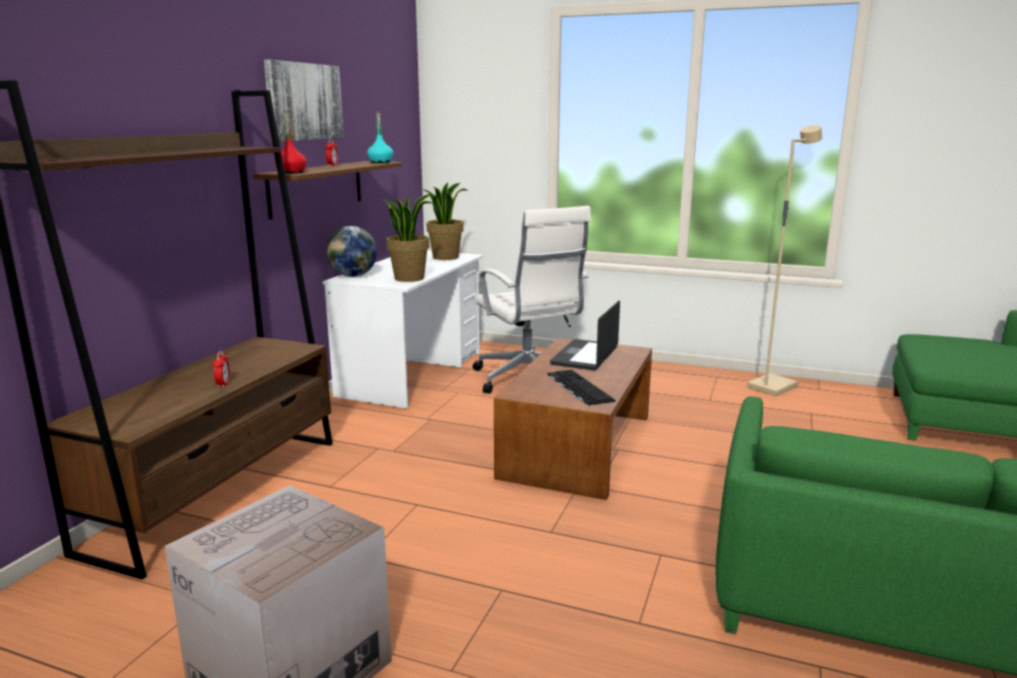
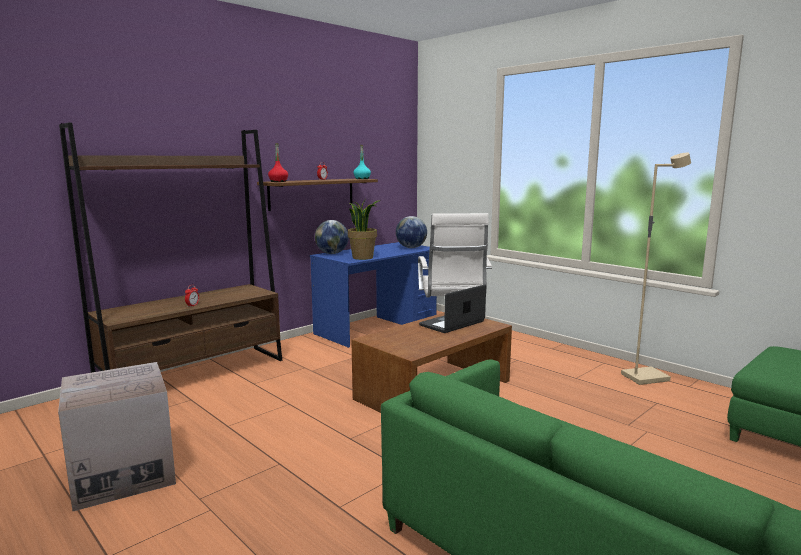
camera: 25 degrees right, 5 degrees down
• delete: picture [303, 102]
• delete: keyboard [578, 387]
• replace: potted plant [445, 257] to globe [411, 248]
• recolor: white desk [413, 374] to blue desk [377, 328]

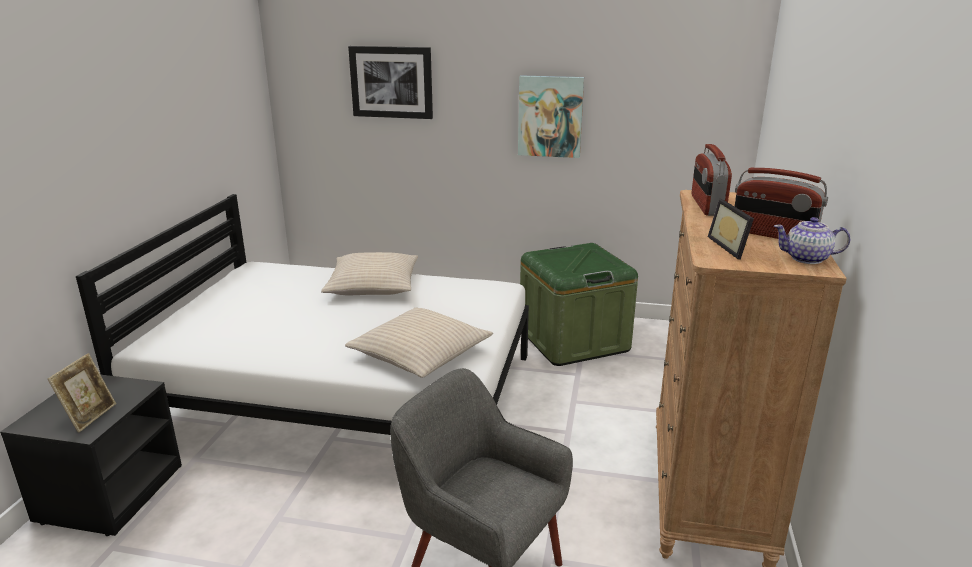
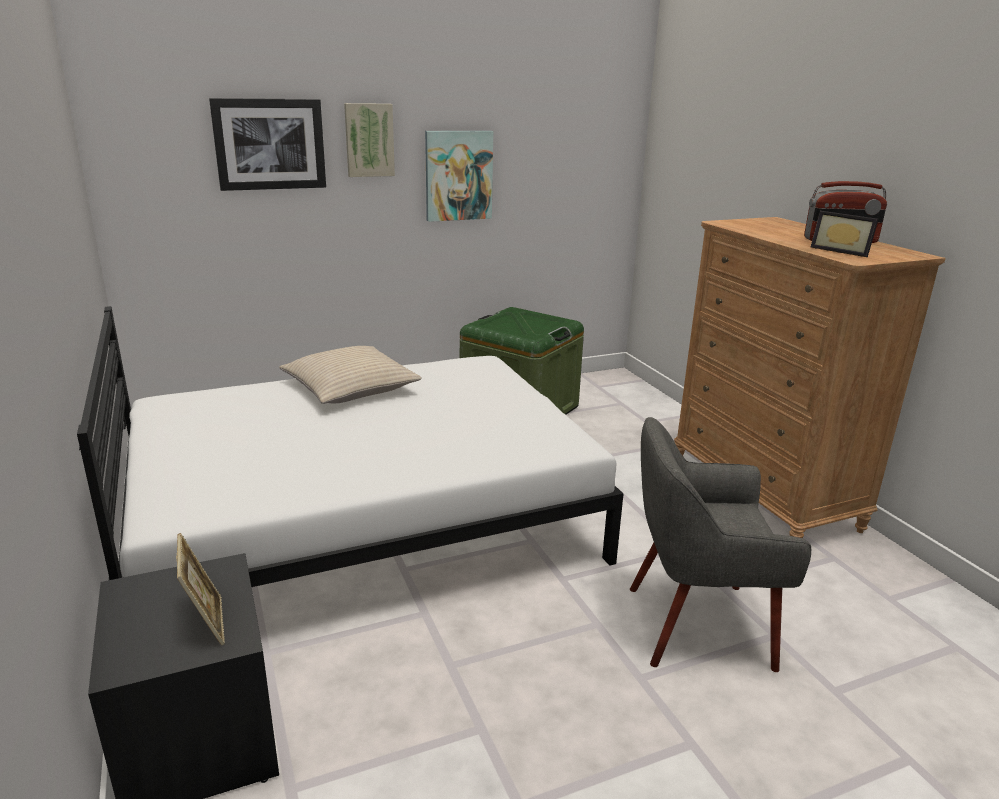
camera: 35 degrees left, 0 degrees up
• delete: beige pillow [420, 354]
• delete: radio [706, 206]
• delete: teapot [807, 259]
• insert: picture [369, 140]

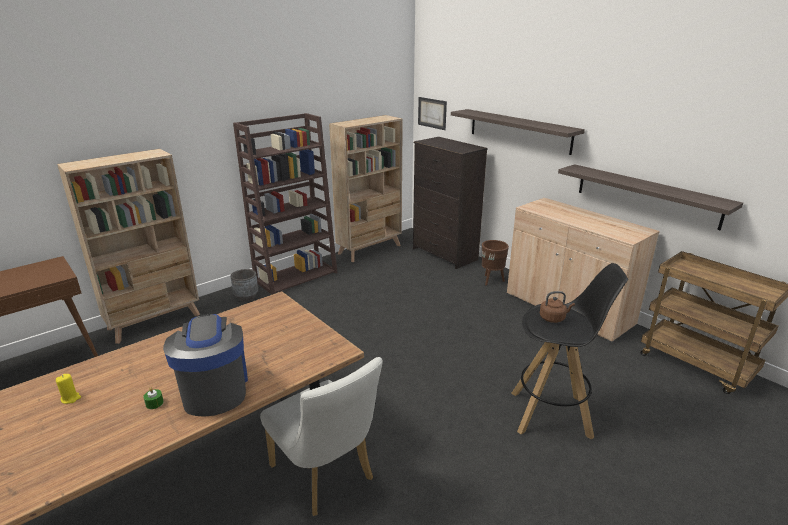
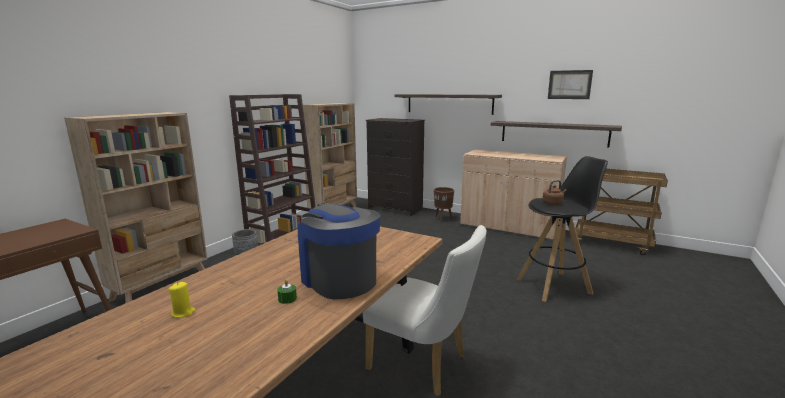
camera: 20 degrees left, 10 degrees down
• move: picture [432, 113] to [569, 84]

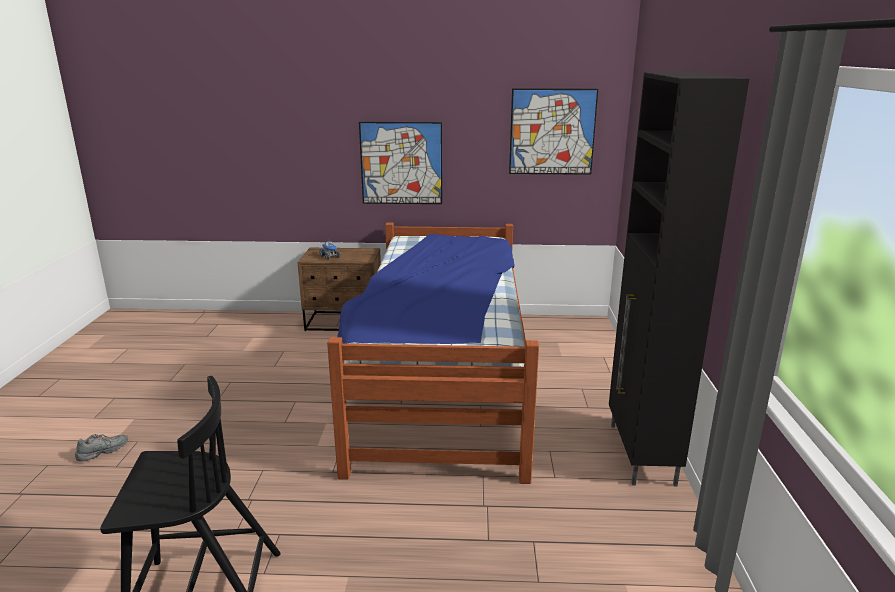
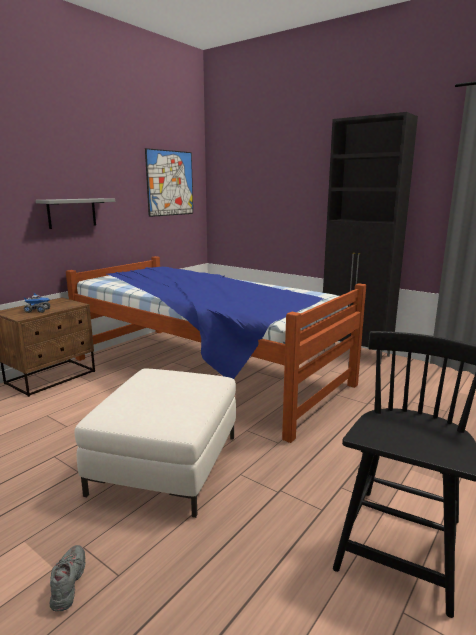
camera: 55 degrees left, 5 degrees down
• insert: white ottoman [167, 464]
• replace: picture [401, 163] to grey shelf [72, 213]

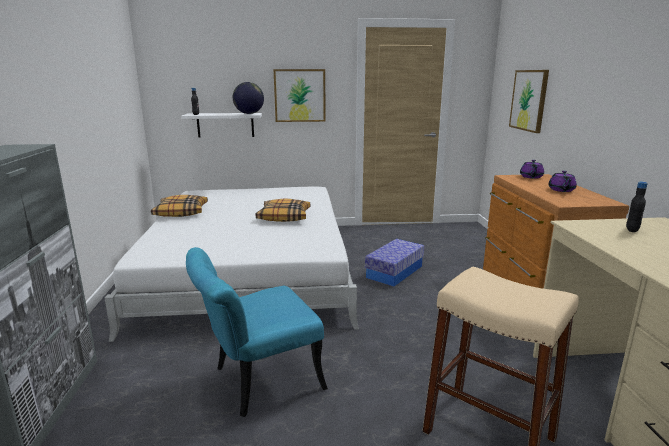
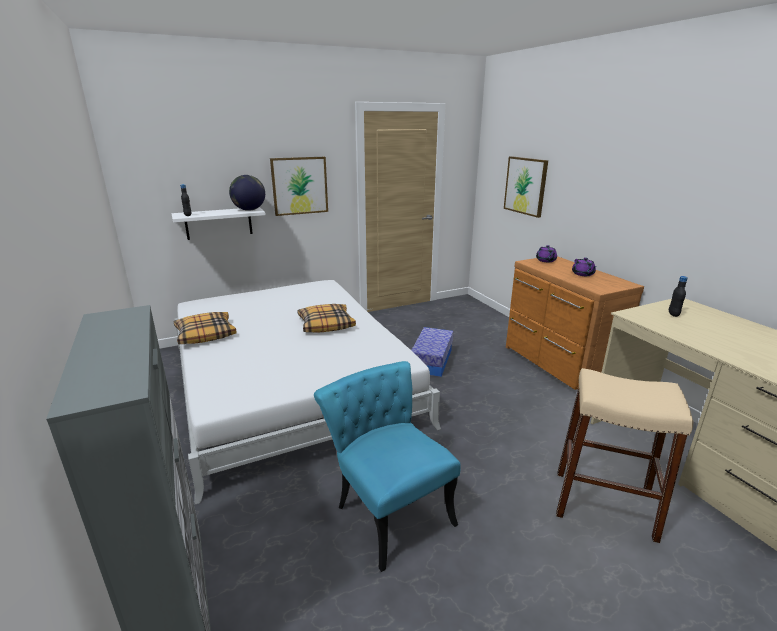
camera: 20 degrees left, 5 degrees up
• rotate: turquoise chair [257, 382] = [387, 508] 105 degrees clockwise

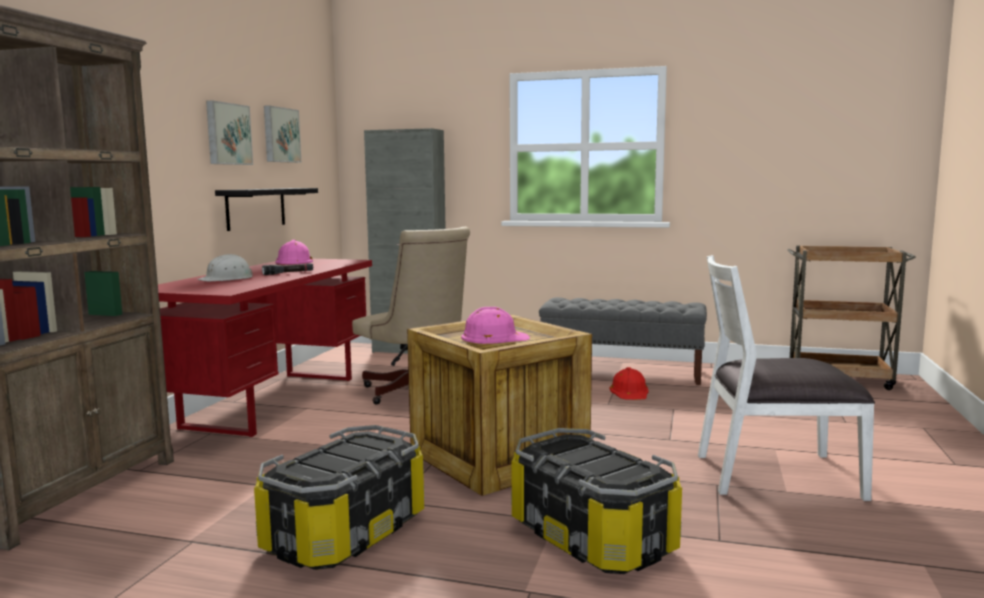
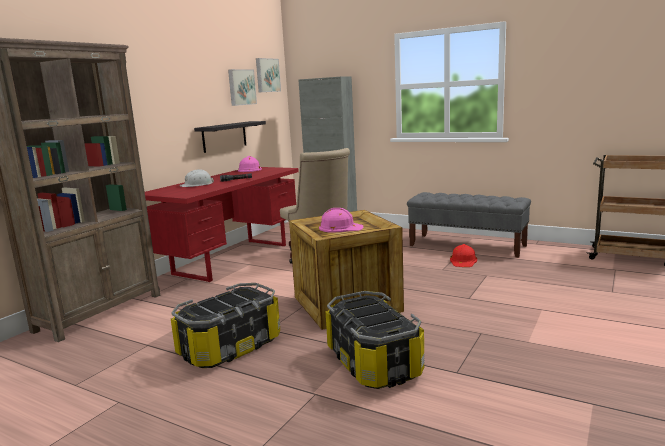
camera: 15 degrees right, 5 degrees up
• delete: white chair [775, 475]
• move: picture [227, 134] to [267, 75]

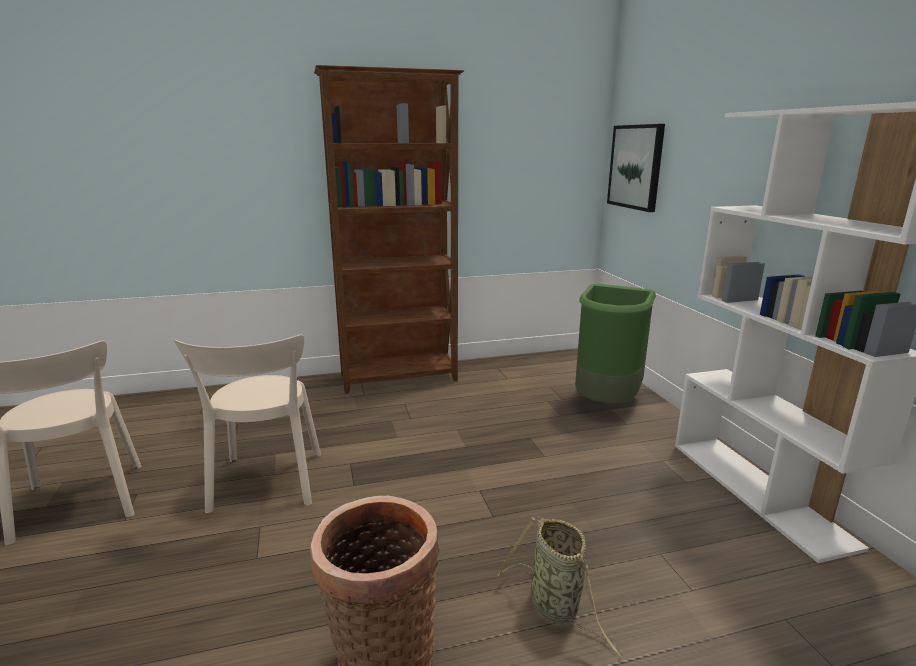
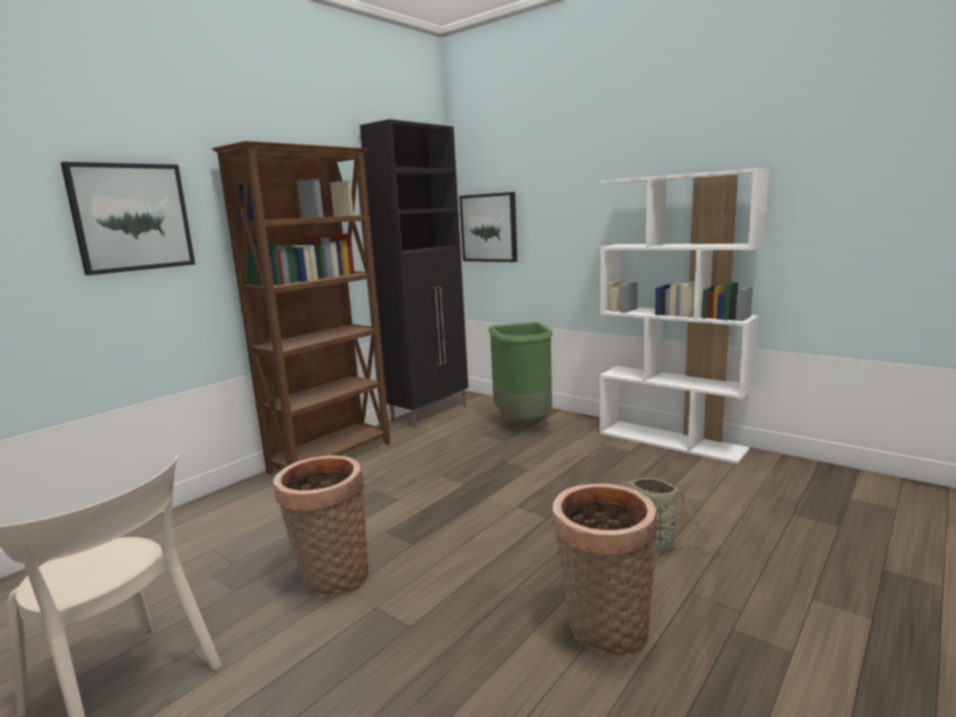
camera: 35 degrees left, 5 degrees down
• insert: picture [131, 217]
• insert: black cabinet [431, 412]
• replace: beige chair [266, 484] to basket [331, 578]

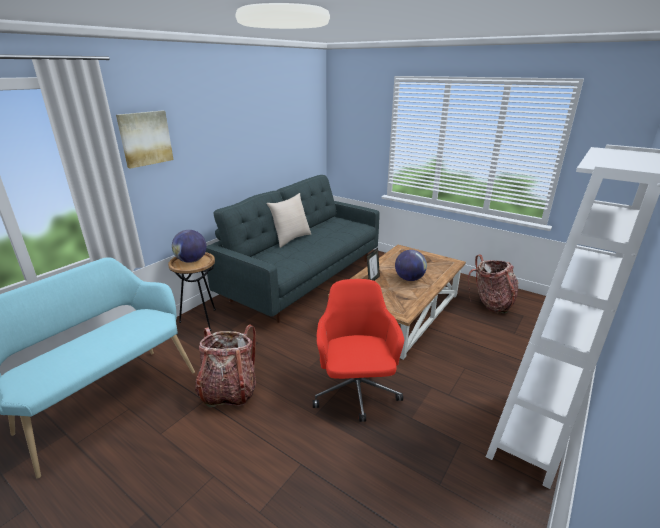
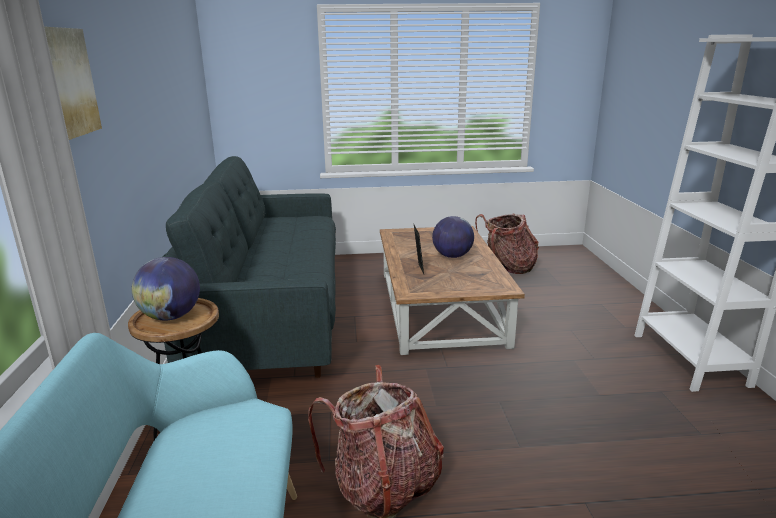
camera: 40 degrees left, 5 degrees down
• delete: beige pillow [291, 239]
• delete: red office chair [356, 392]

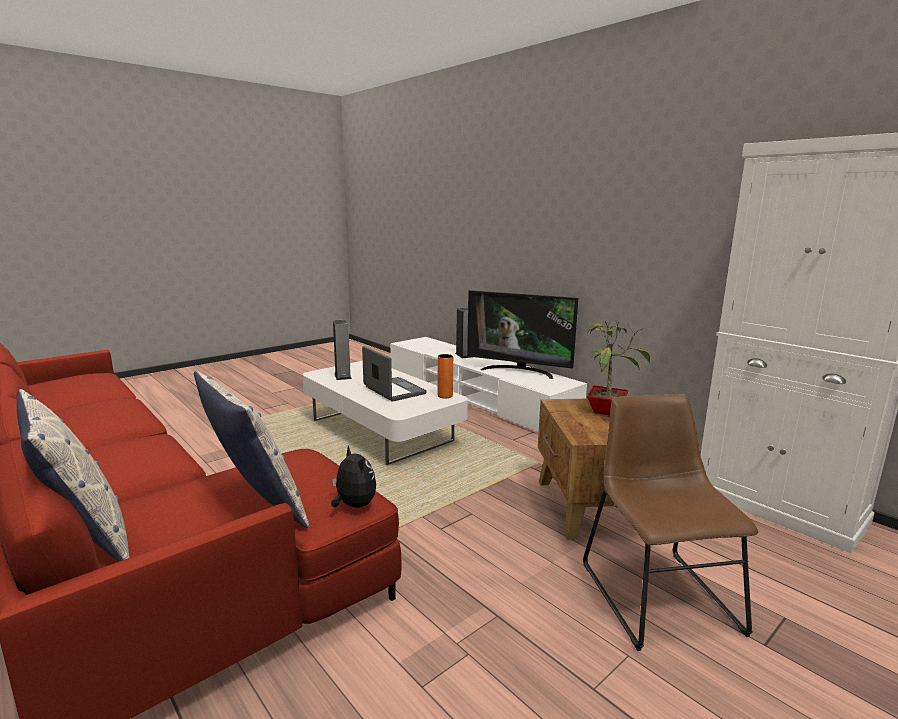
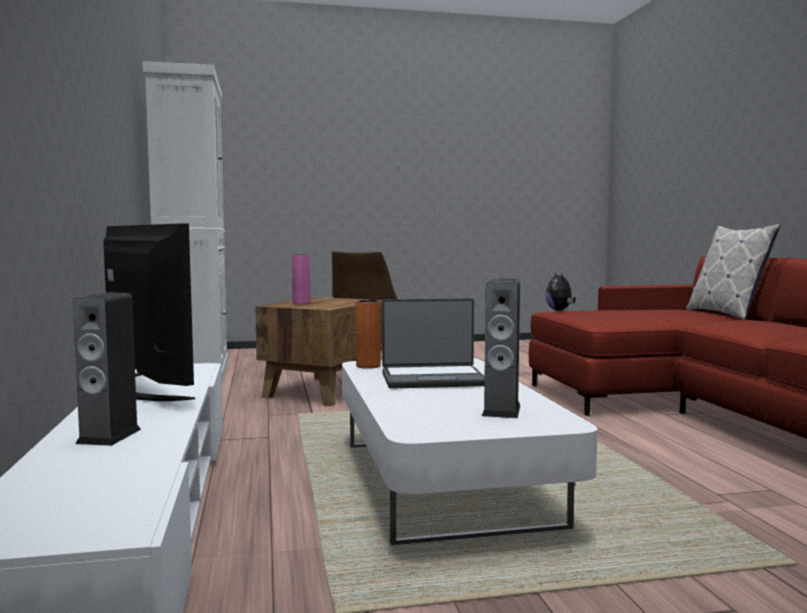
camera: 150 degrees left, 10 degrees down
• delete: pillow [256, 505]
• replace: potted plant [606, 410] to pink vase [301, 303]
• rotate: laptop [393, 390] = [433, 379] 90 degrees counterclockwise

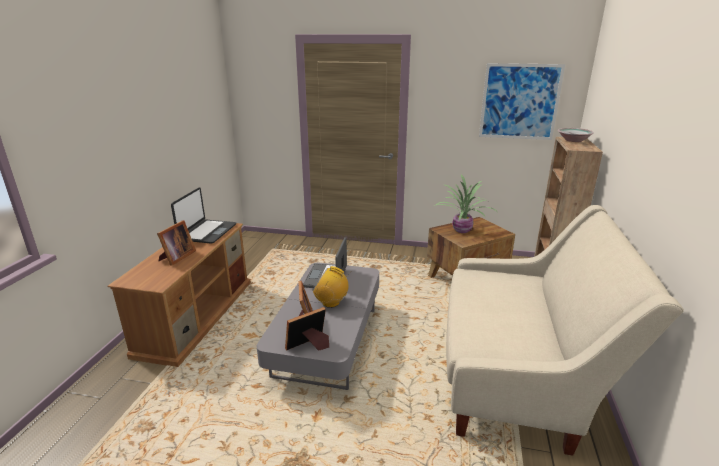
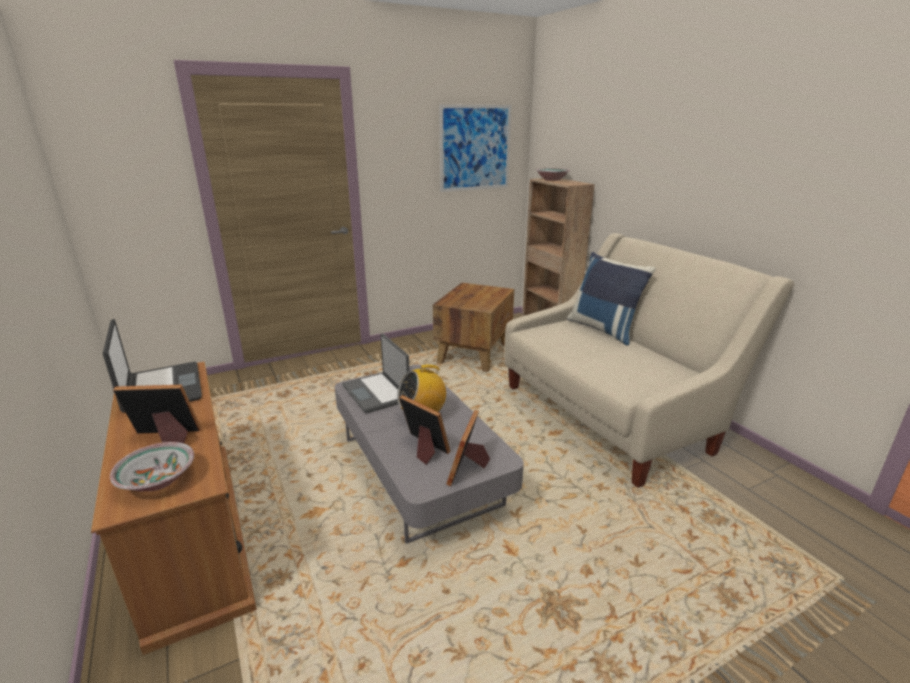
camera: 40 degrees left, 0 degrees up
• delete: potted plant [461, 231]
• insert: bowl [157, 481]
• insert: blue pillow [604, 329]
• rotate: picture frame [176, 257] = [166, 438] 75 degrees counterclockwise

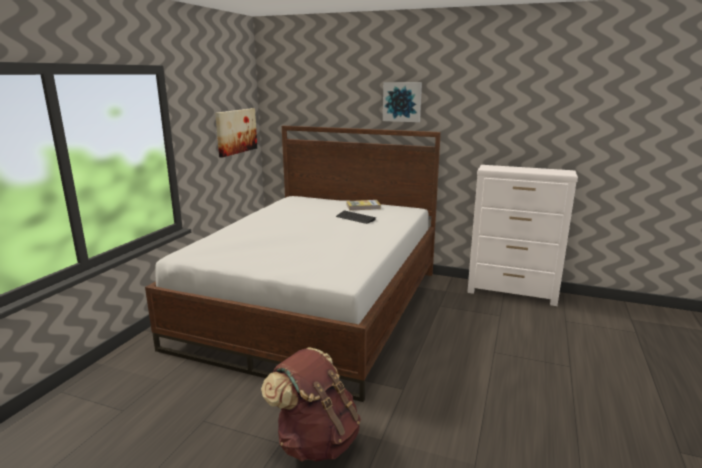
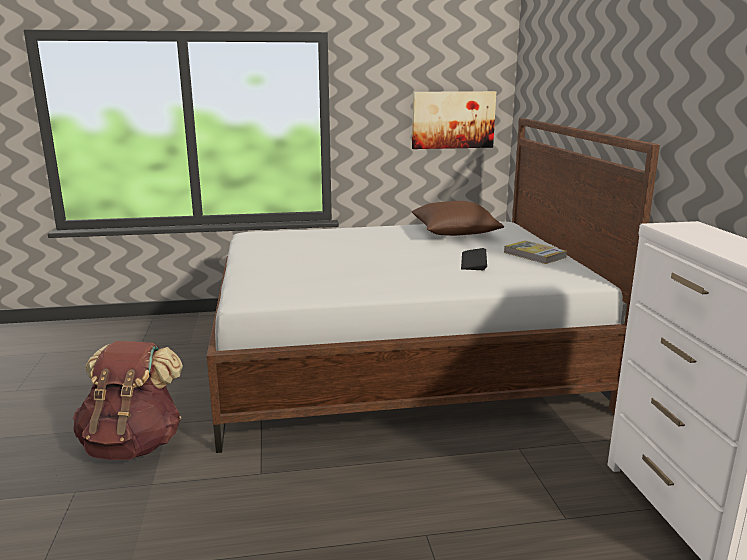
camera: 60 degrees right, 0 degrees up
• delete: picture [402, 102]
• insert: brown pillow [455, 233]

